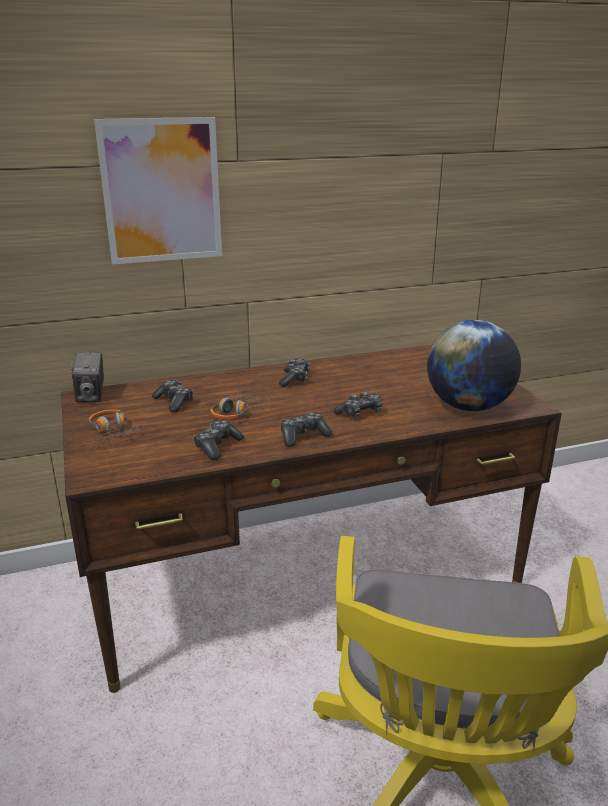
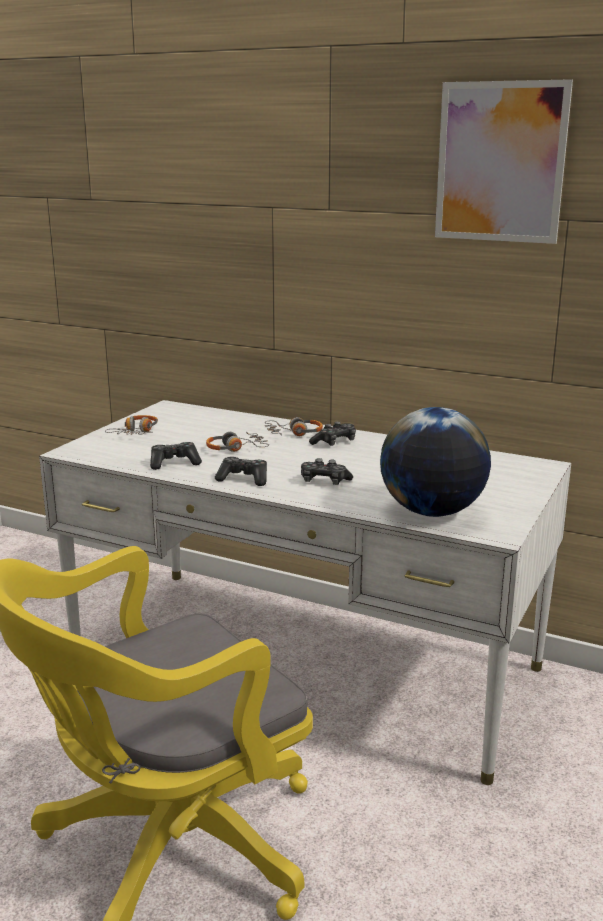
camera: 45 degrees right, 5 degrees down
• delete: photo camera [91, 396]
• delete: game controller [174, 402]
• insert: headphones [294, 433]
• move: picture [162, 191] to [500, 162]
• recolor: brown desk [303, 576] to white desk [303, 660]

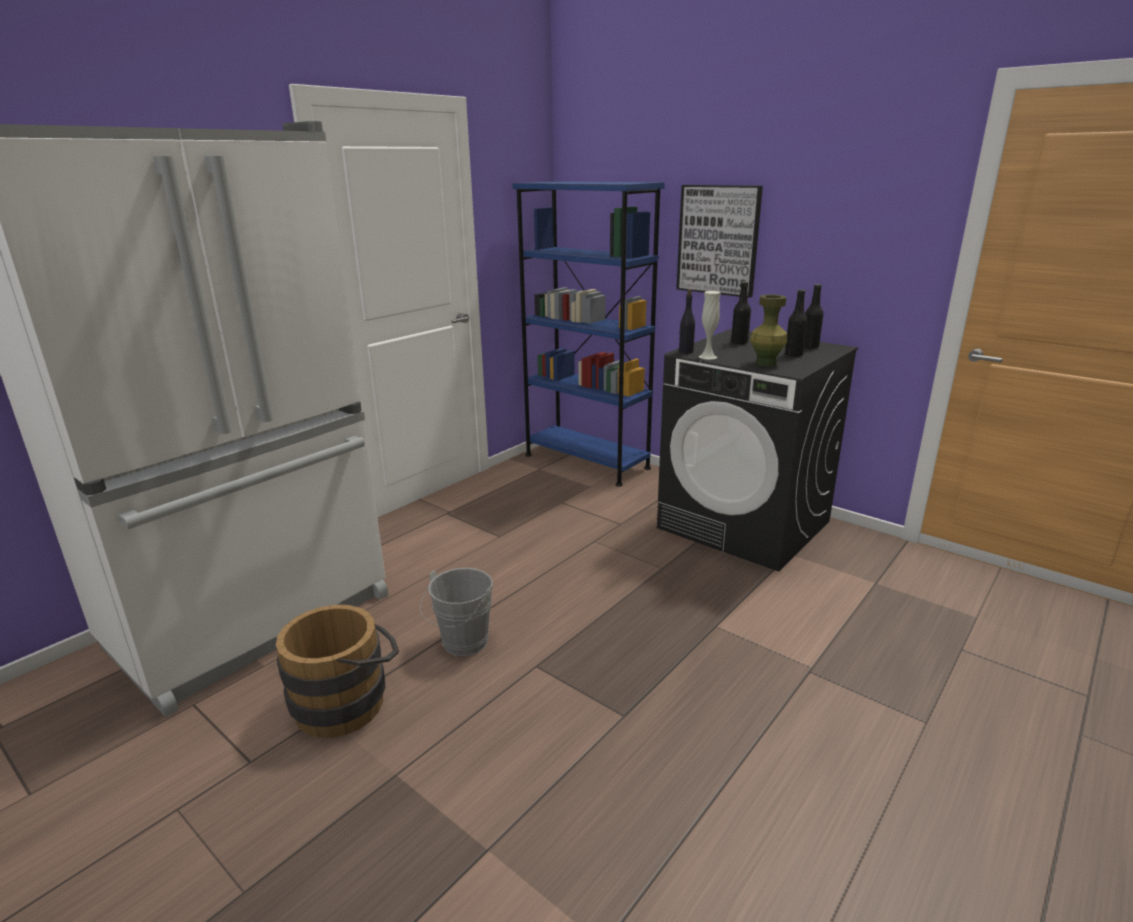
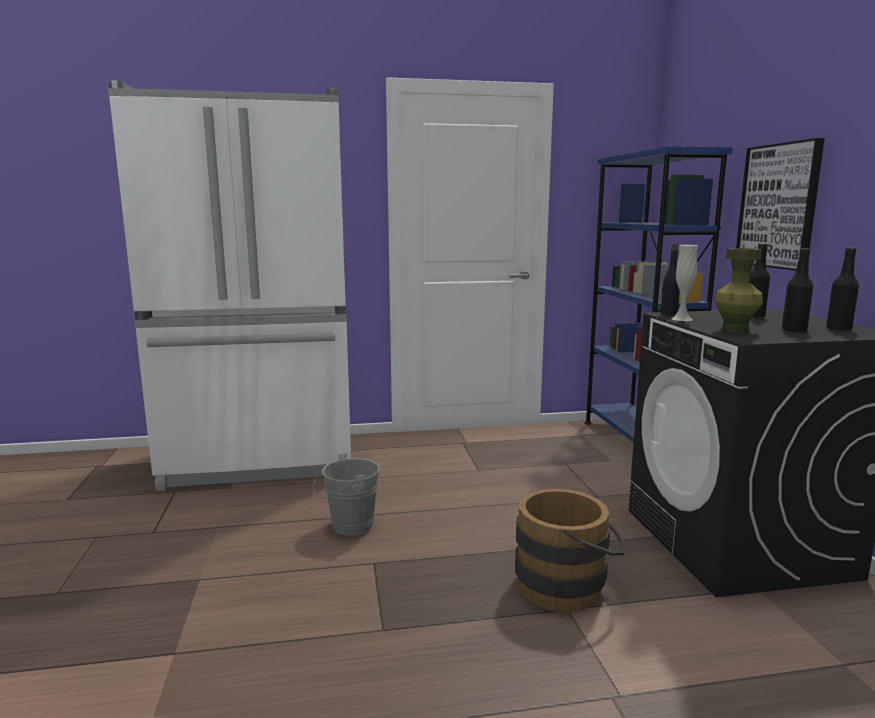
camera: 40 degrees right, 10 degrees down
• move: brown bucket [348, 700] to [568, 586]

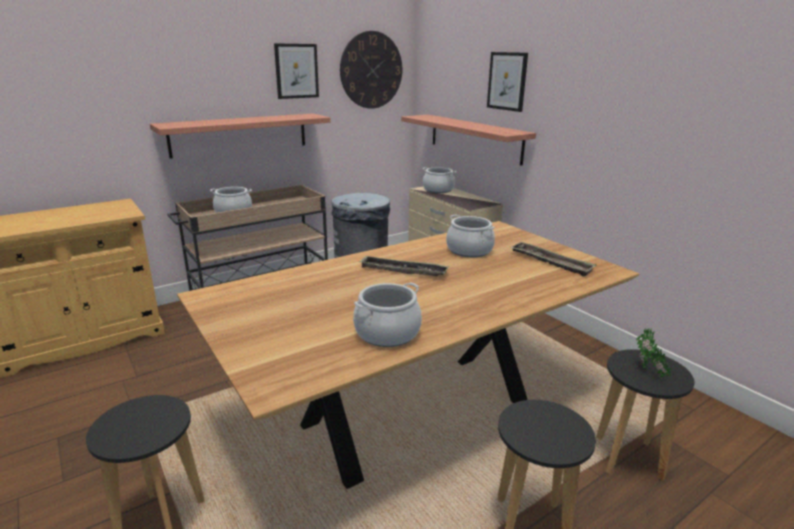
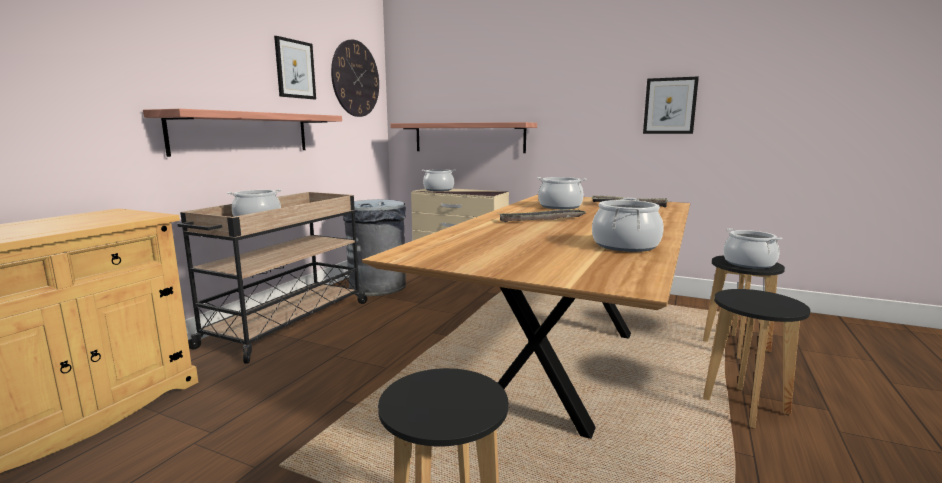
camera: 30 degrees left, 10 degrees down
• move: picture [507, 81] to [670, 106]
• replace: potted plant [649, 372] to cooking pot [749, 263]

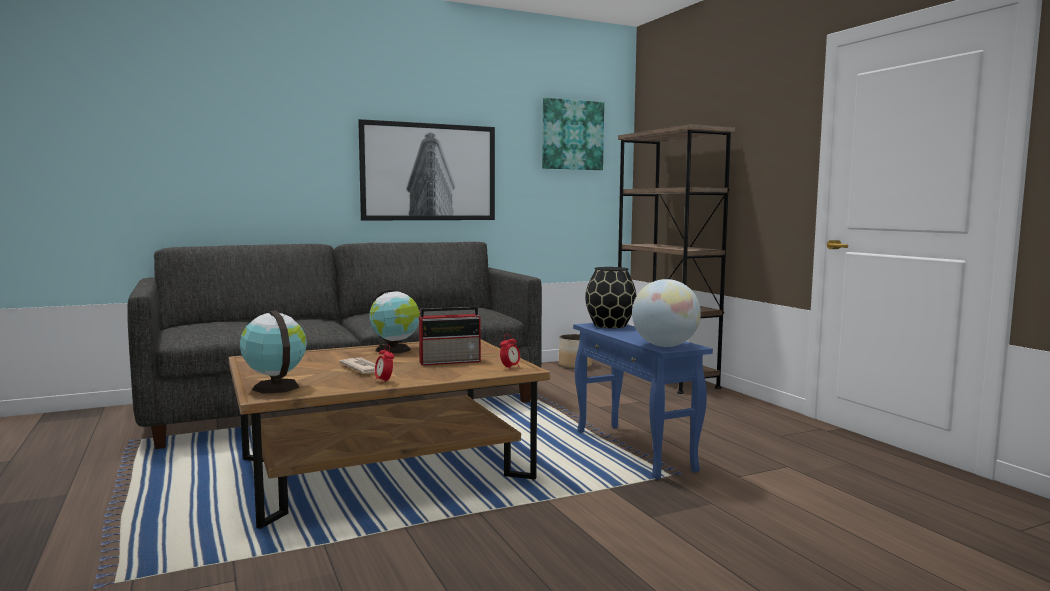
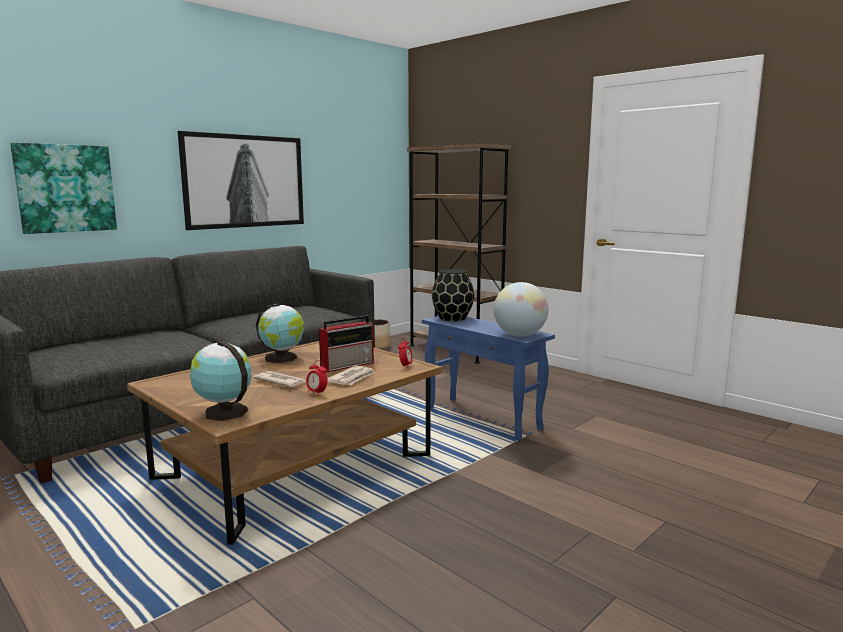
camera: 20 degrees left, 5 degrees up
• insert: newspaper [352, 378]
• move: picture [572, 135] to [65, 188]

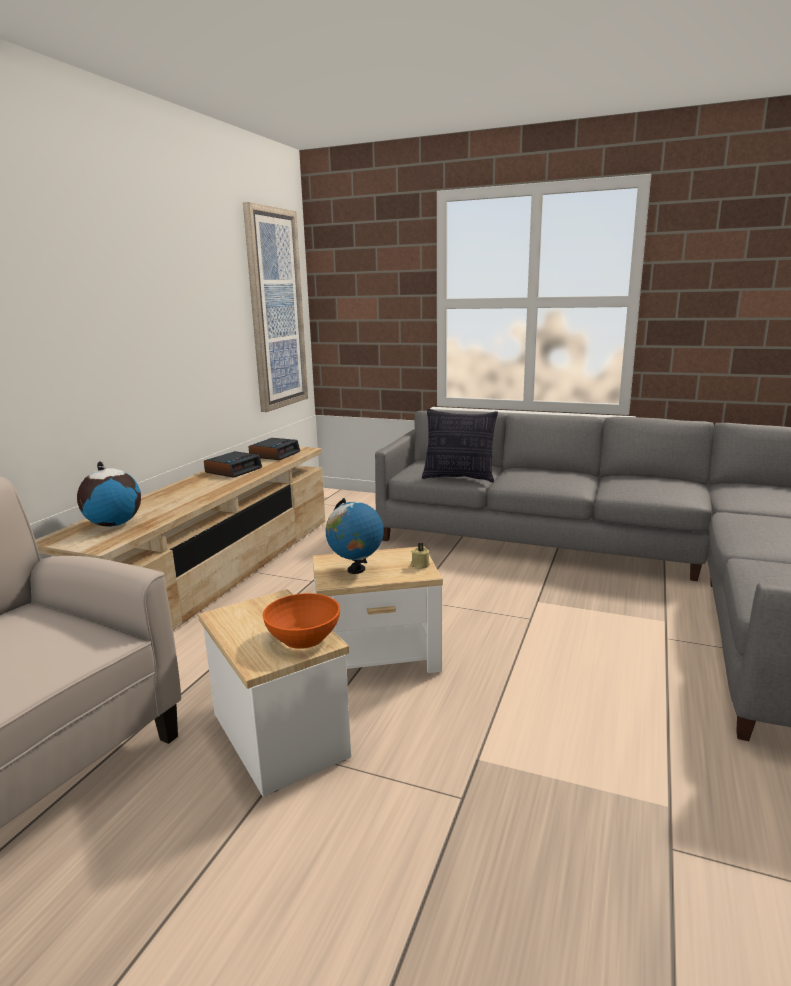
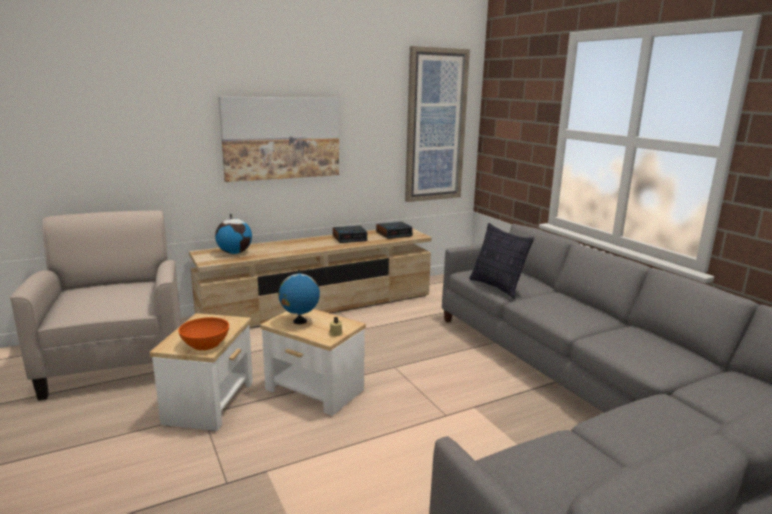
camera: 40 degrees right, 0 degrees up
• insert: picture [281, 138]

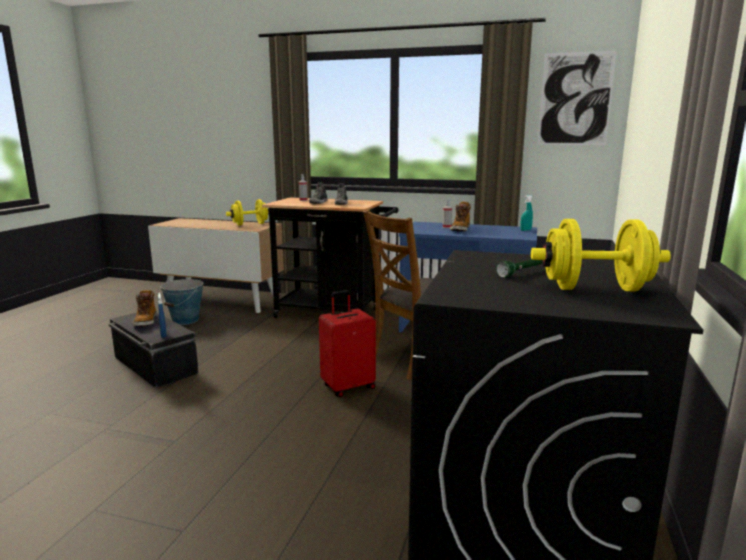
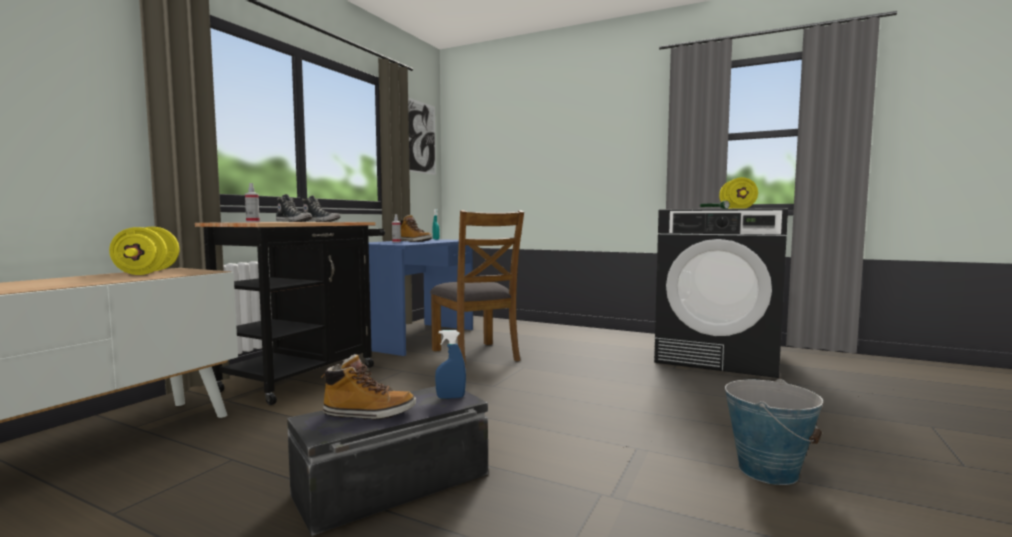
camera: 80 degrees left, 10 degrees down
• delete: red suitcase [348, 387]
• move: bucket [185, 320] to [768, 470]

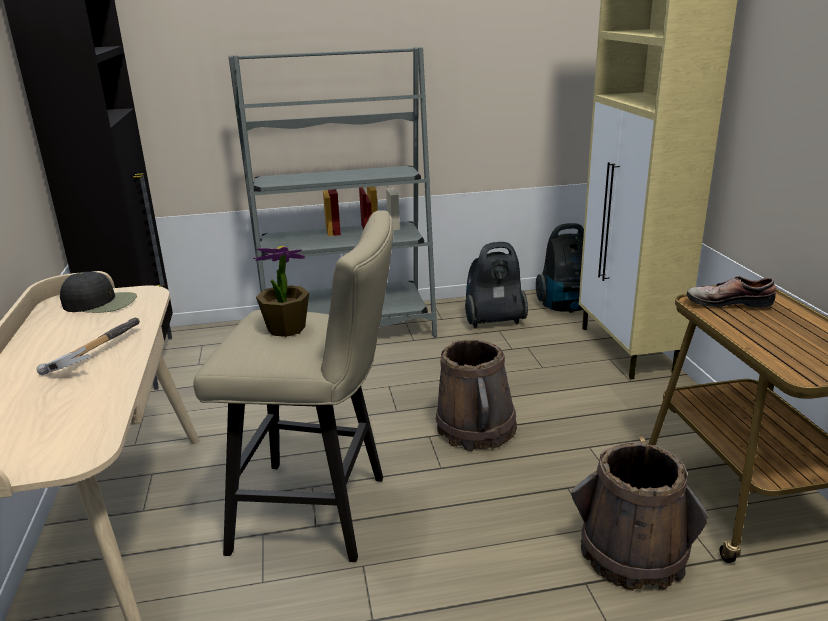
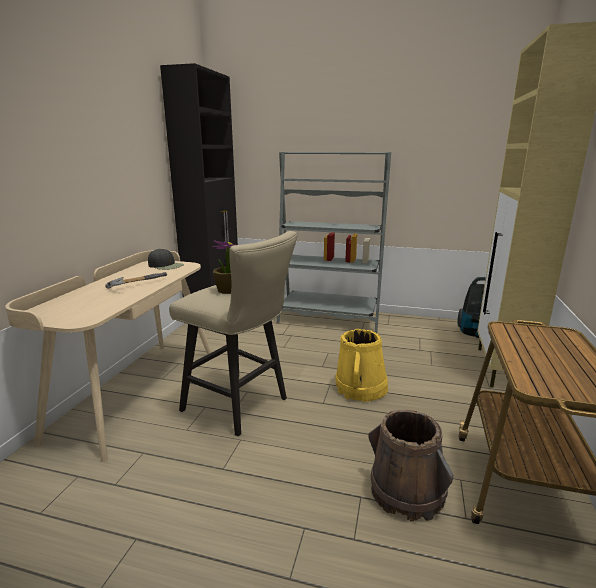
camera: 25 degrees right, 5 degrees down
• delete: vacuum cleaner [493, 321]
• delete: shoe [727, 301]
• recolor: brown bucket [475, 428] to yellow bucket [361, 388]

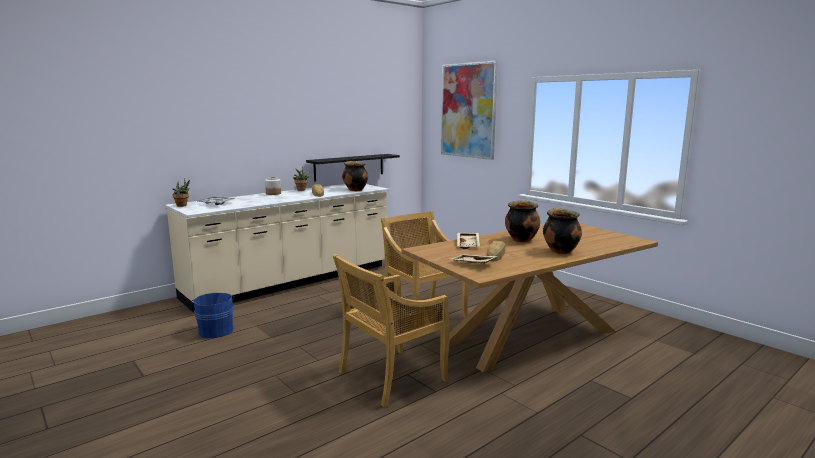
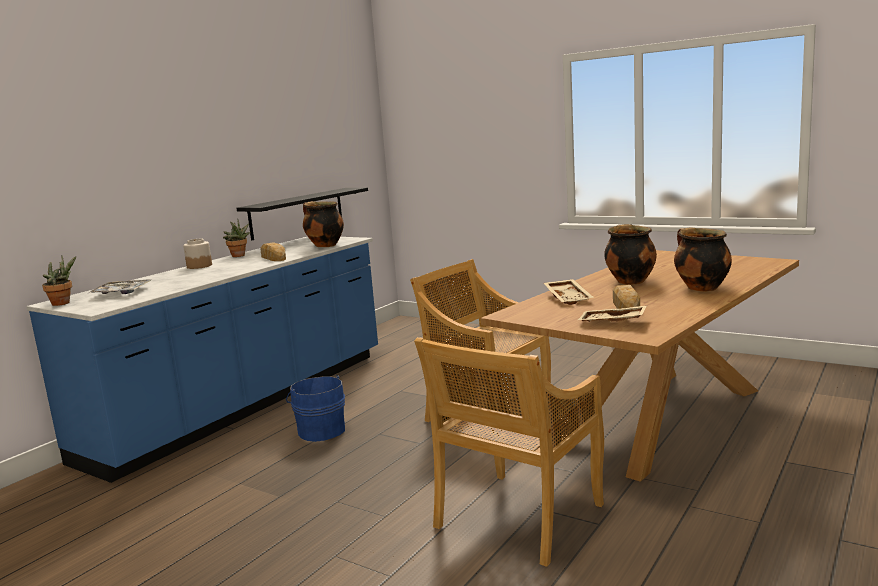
camera: 15 degrees left, 0 degrees up
• delete: picture [468, 110]
• move: blue bucket [216, 330] to [320, 430]
• recolor: beige counter [291, 282] to blue counter [246, 404]

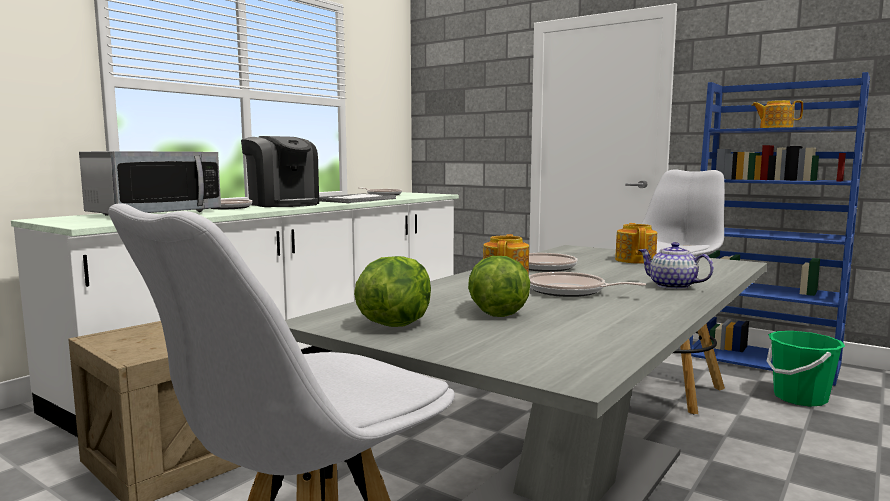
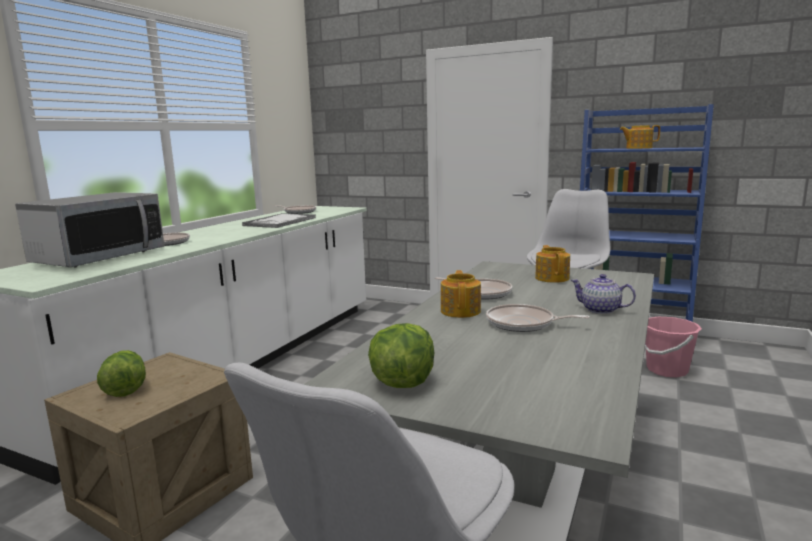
camera: 10 degrees left, 5 degrees up
• delete: coffee machine [283, 204]
• move: lettuce [494, 311] to [126, 389]
• recolor: green bucket [800, 398] to pink bucket [666, 370]

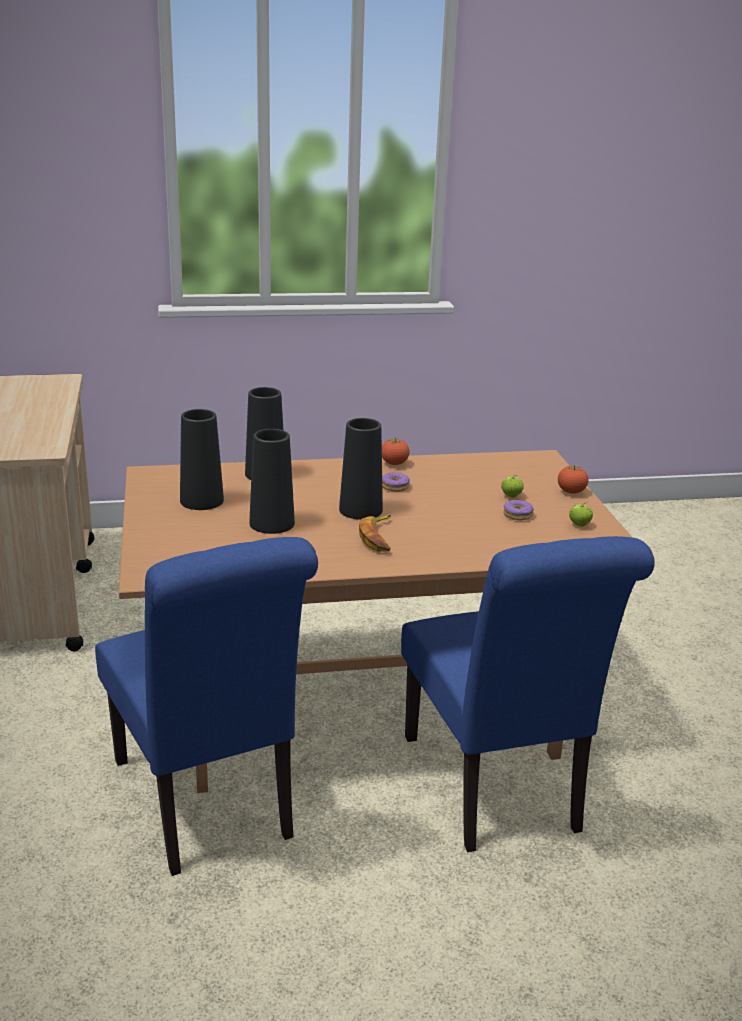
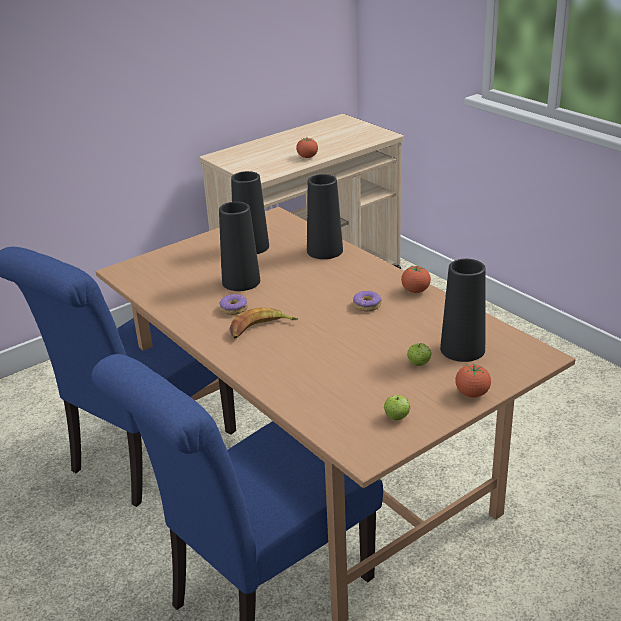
camera: 65 degrees right, 5 degrees up
• insert: tomato [307, 157]
• move: black vase [360, 510] to [462, 349]
• move: donut [518, 515] to [234, 309]

